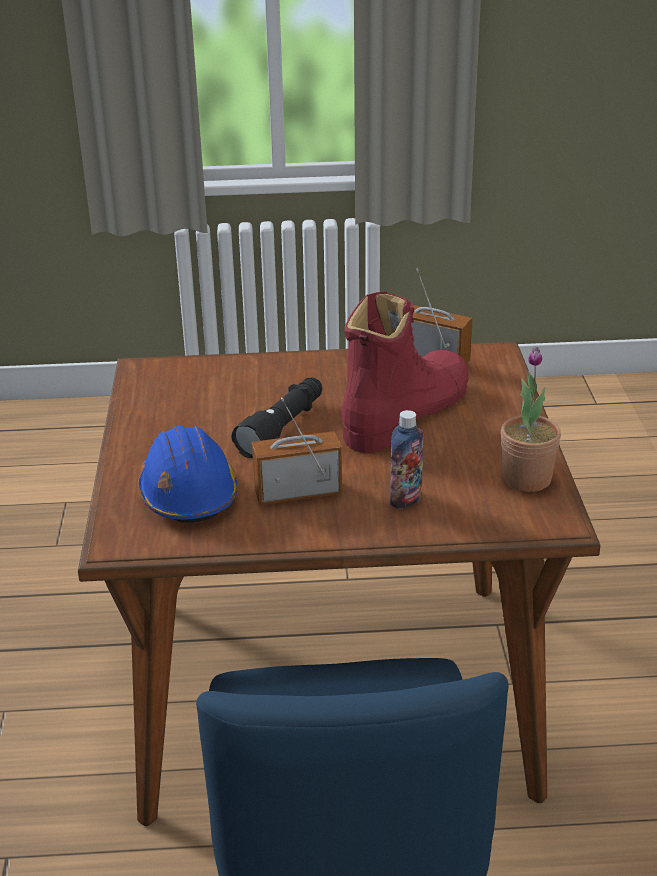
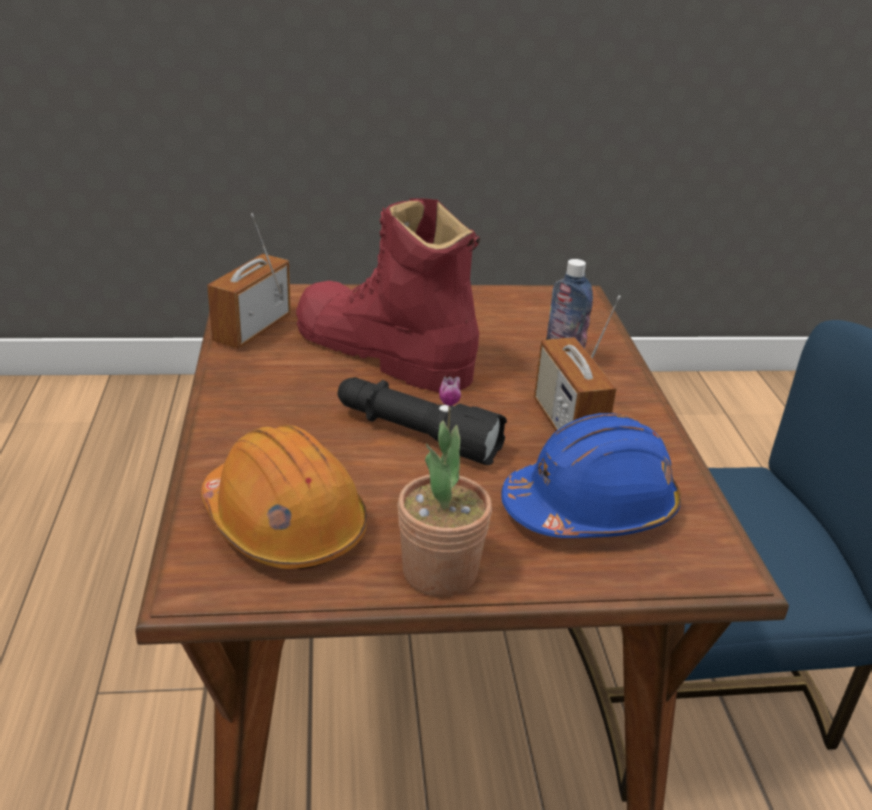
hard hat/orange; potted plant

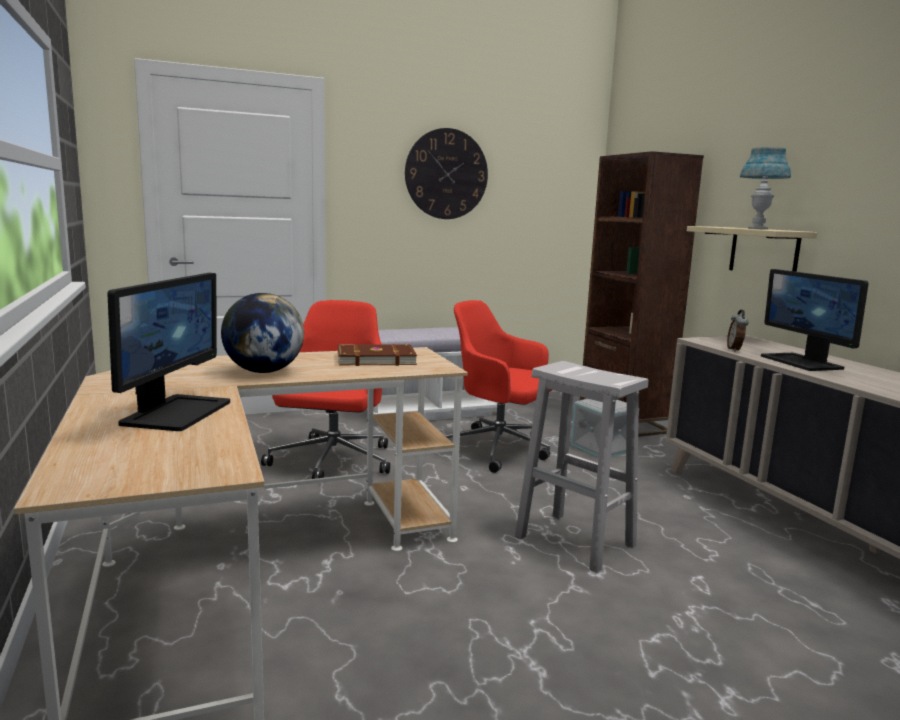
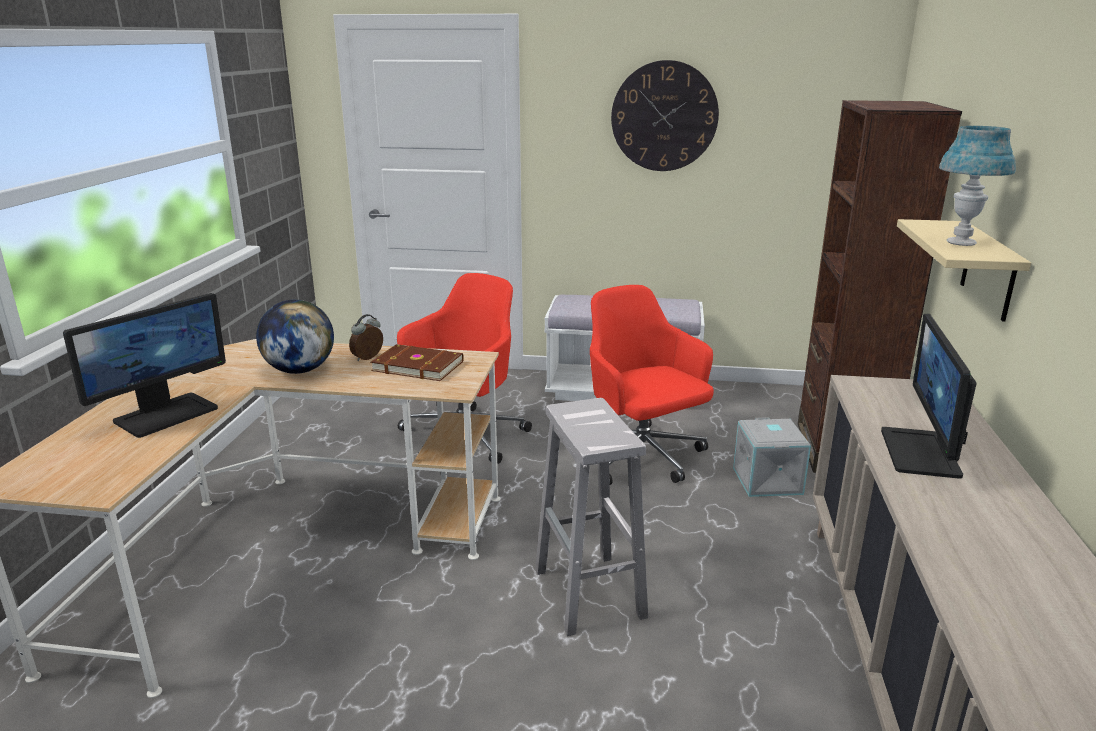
alarm clock

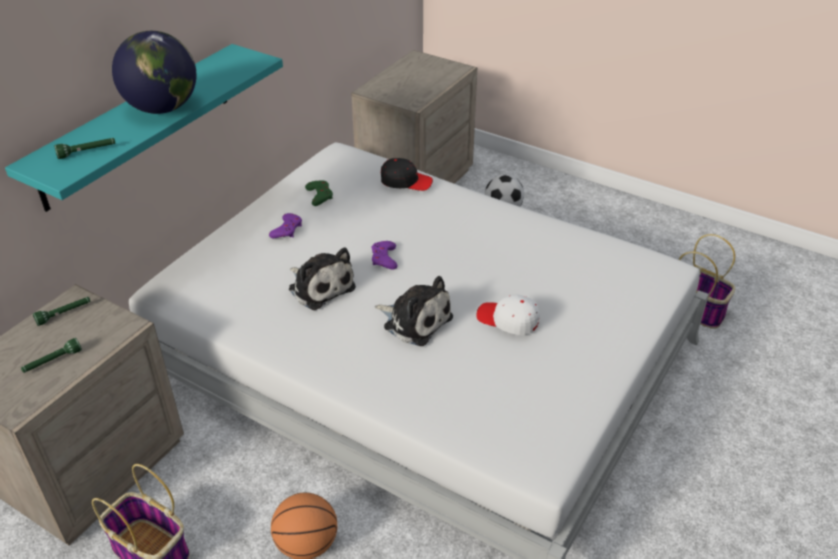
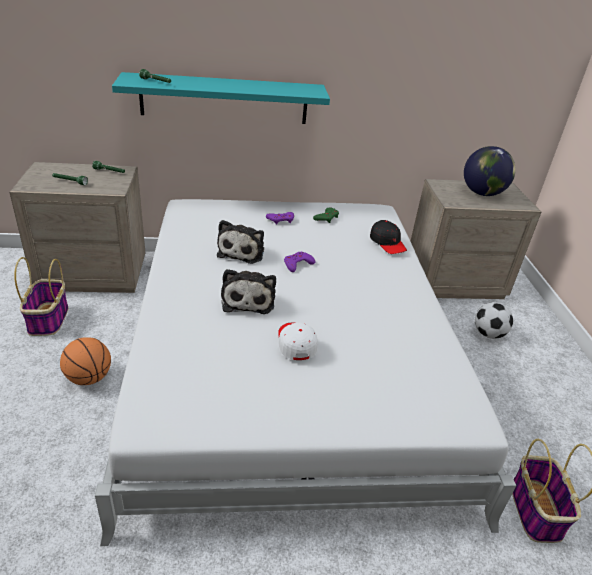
globe

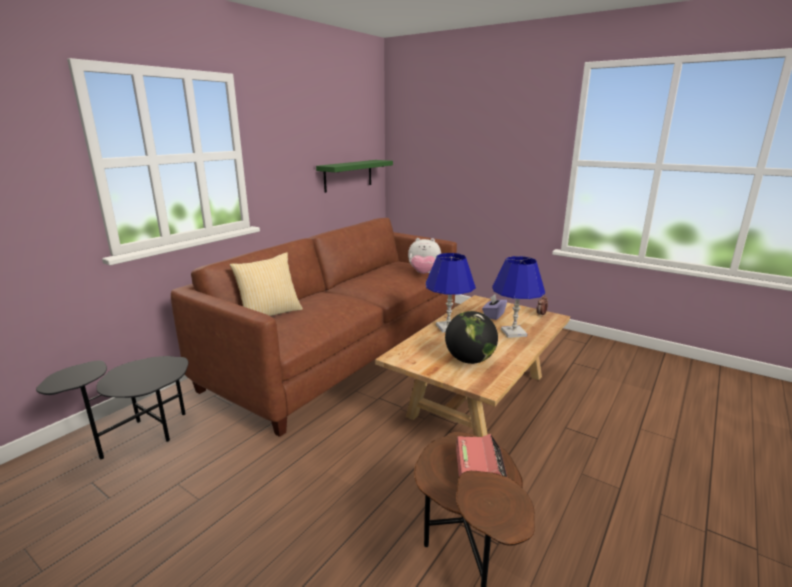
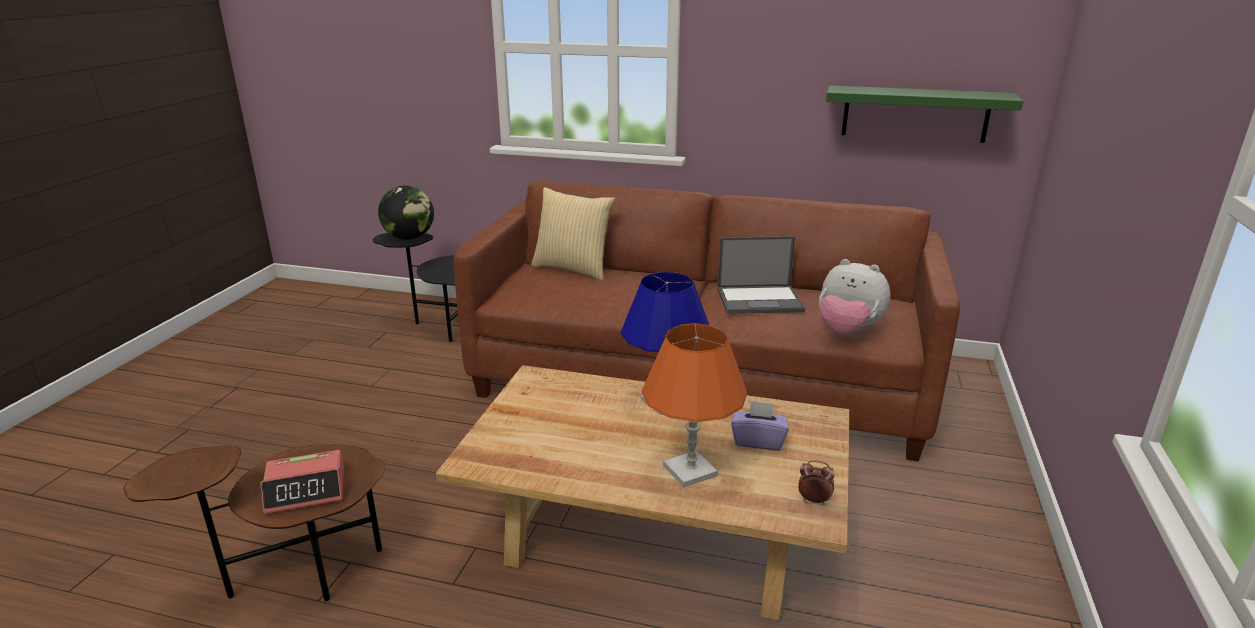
laptop; globe; table lamp/orange; plush toy

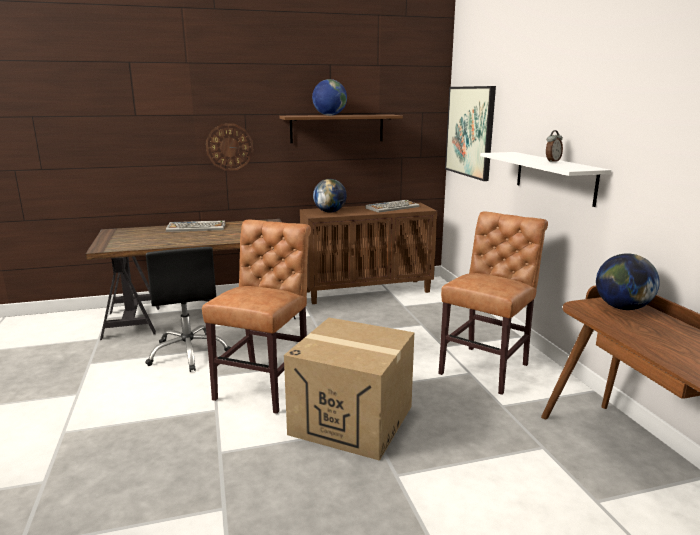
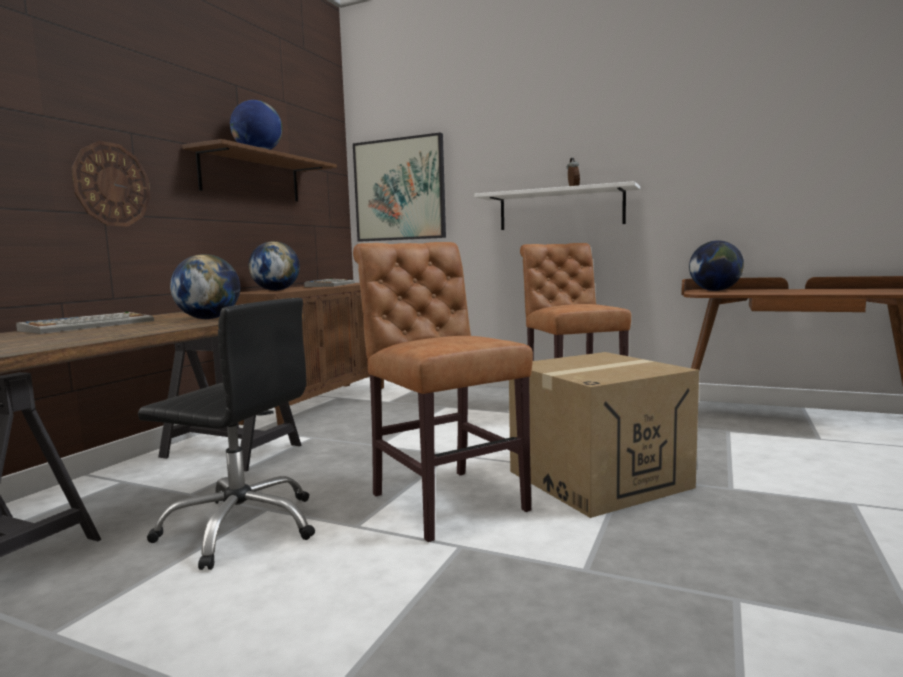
globe (1st from left)

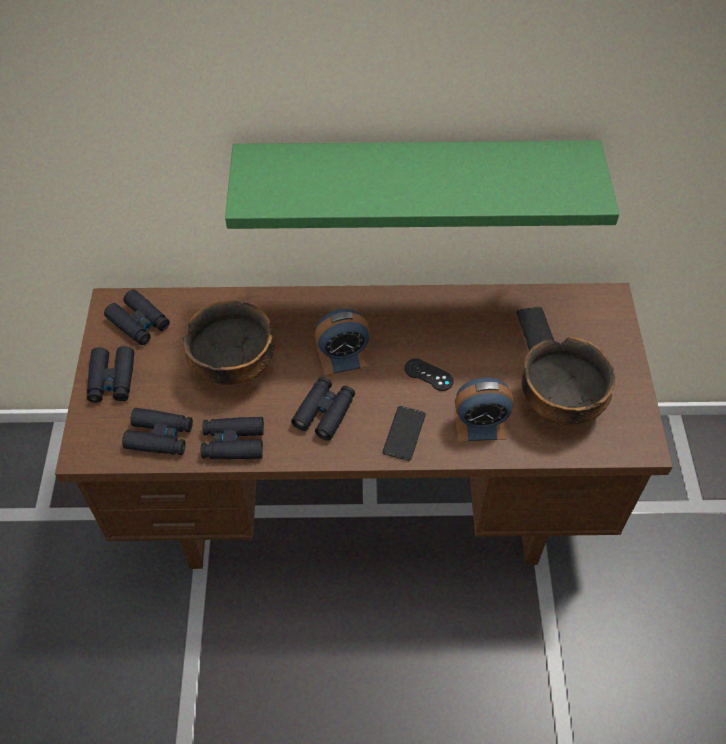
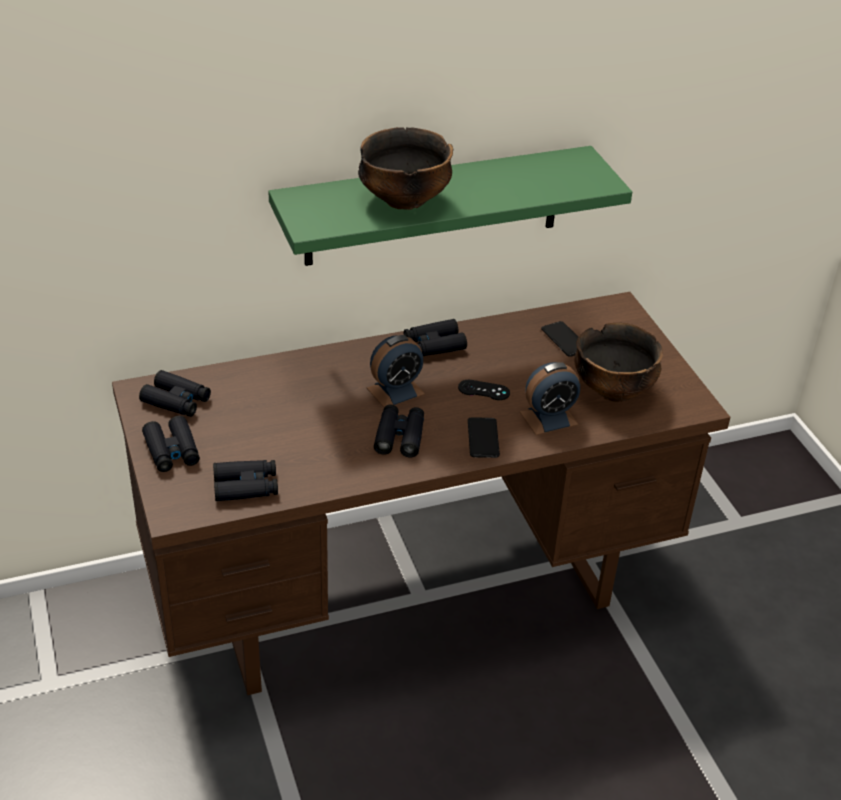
bowl (1st from left); binoculars/black (5th from left)

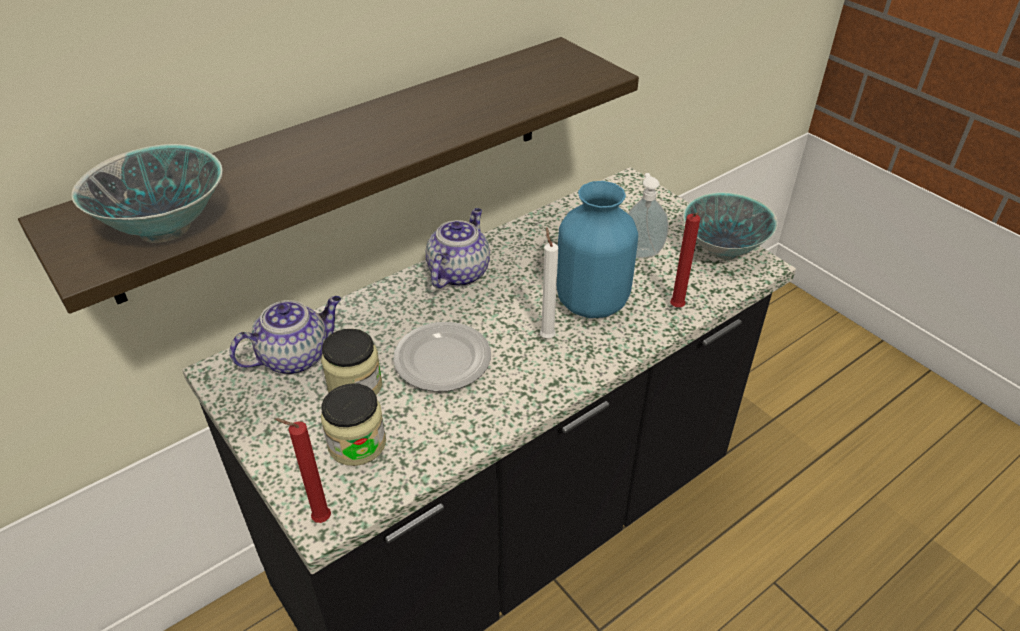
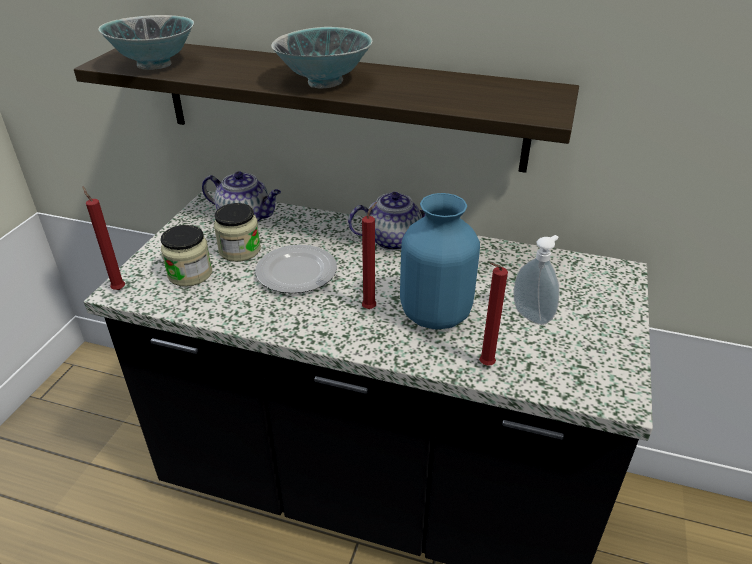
bowl (2nd from left); candle/red (2nd from left)

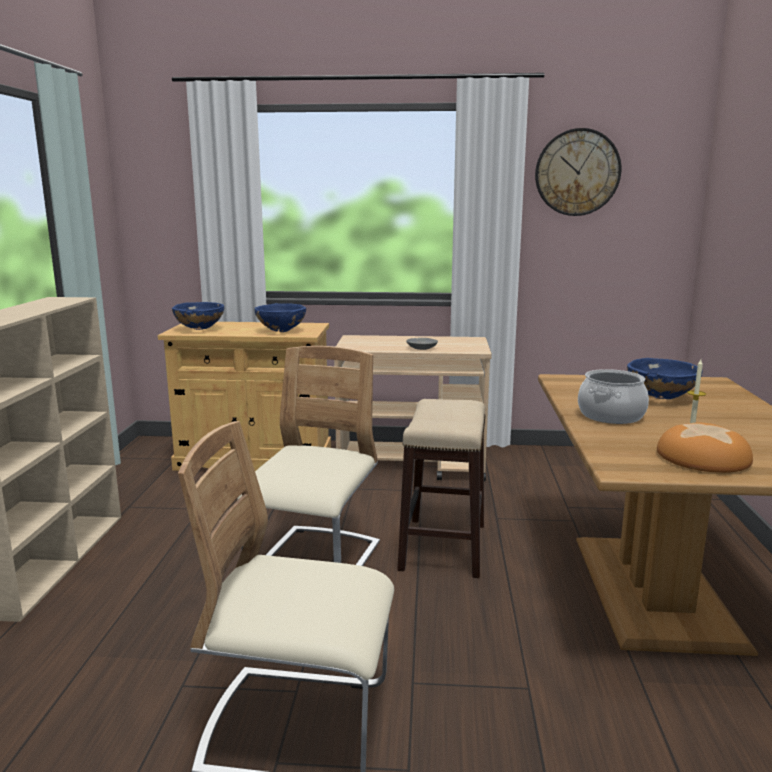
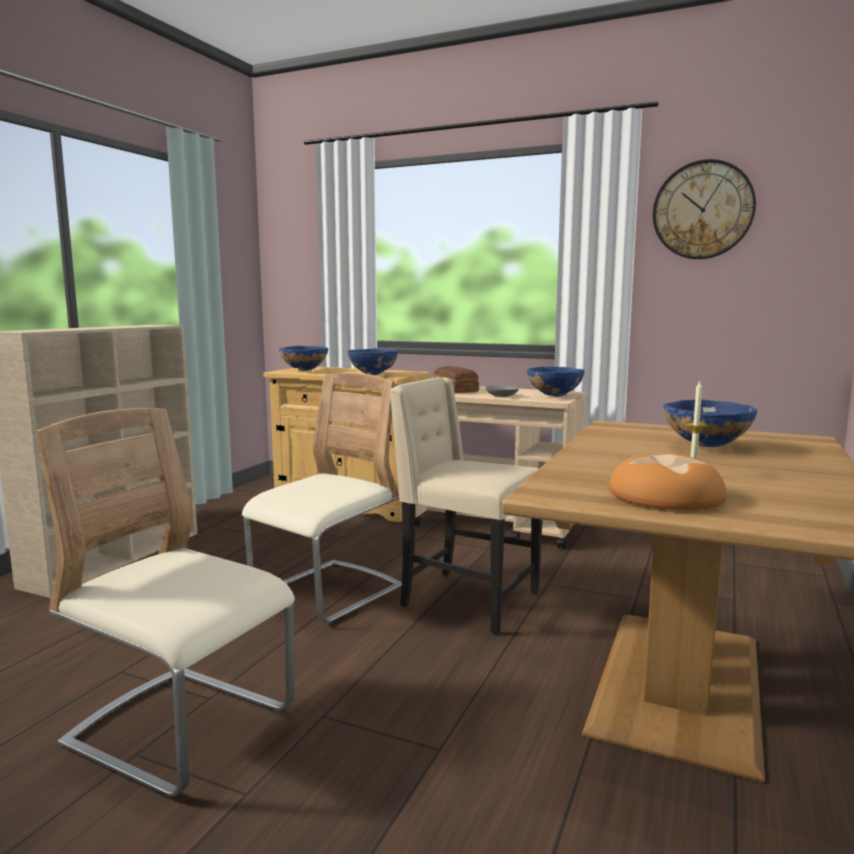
cooking pot; bread (1st from left); bowl/blue (3rd from left); chair/beige (3rd from left)

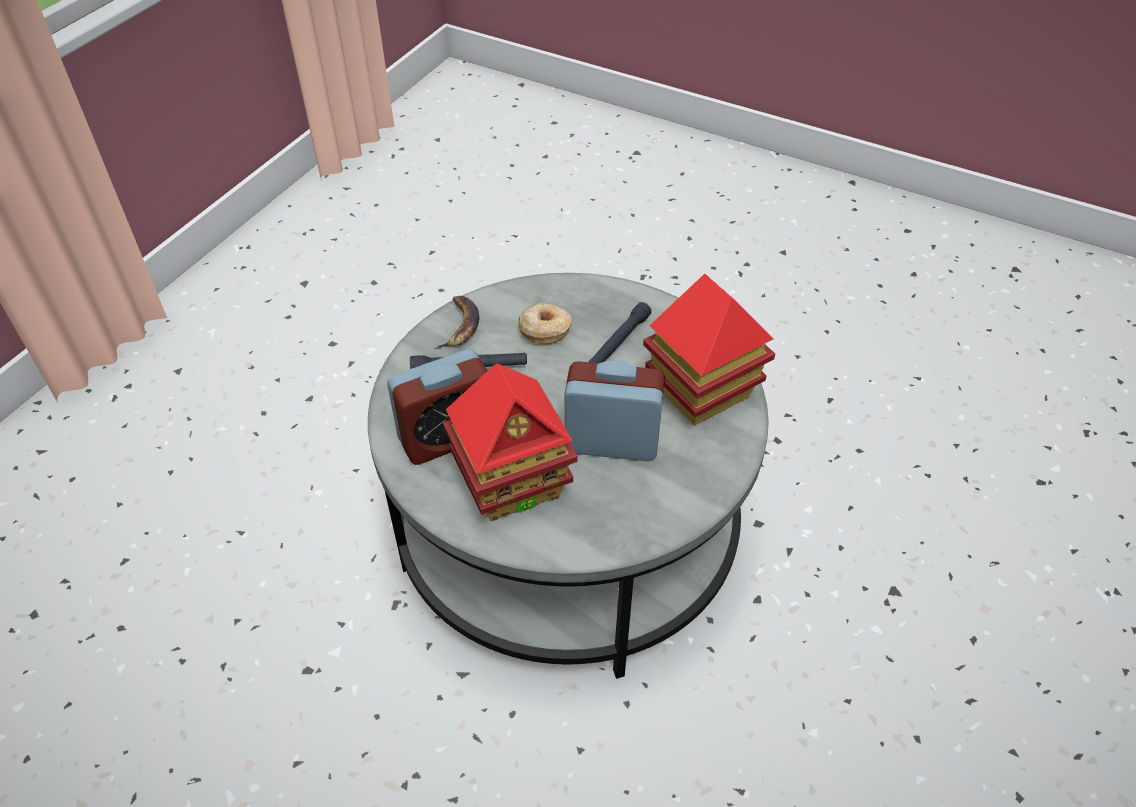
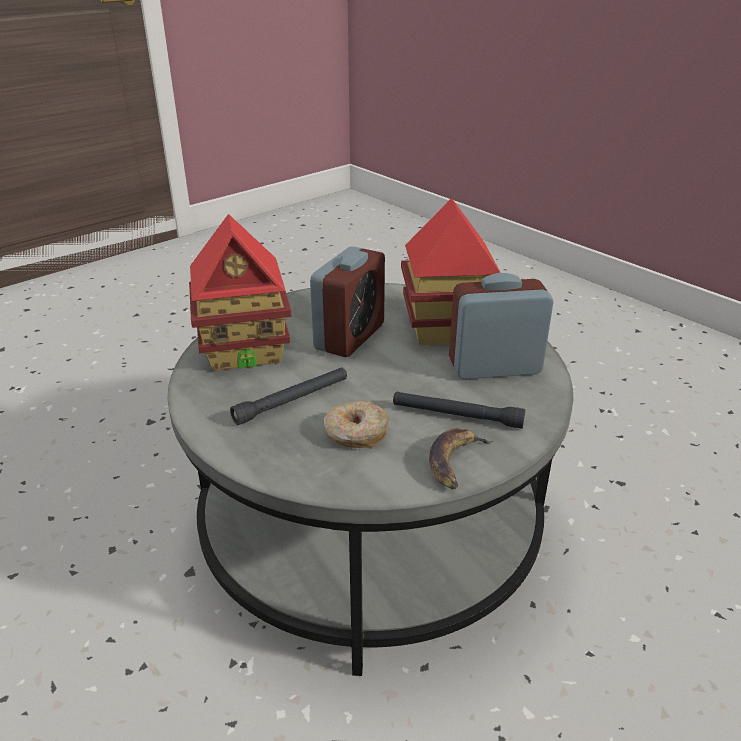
alarm clock (1st from left)

